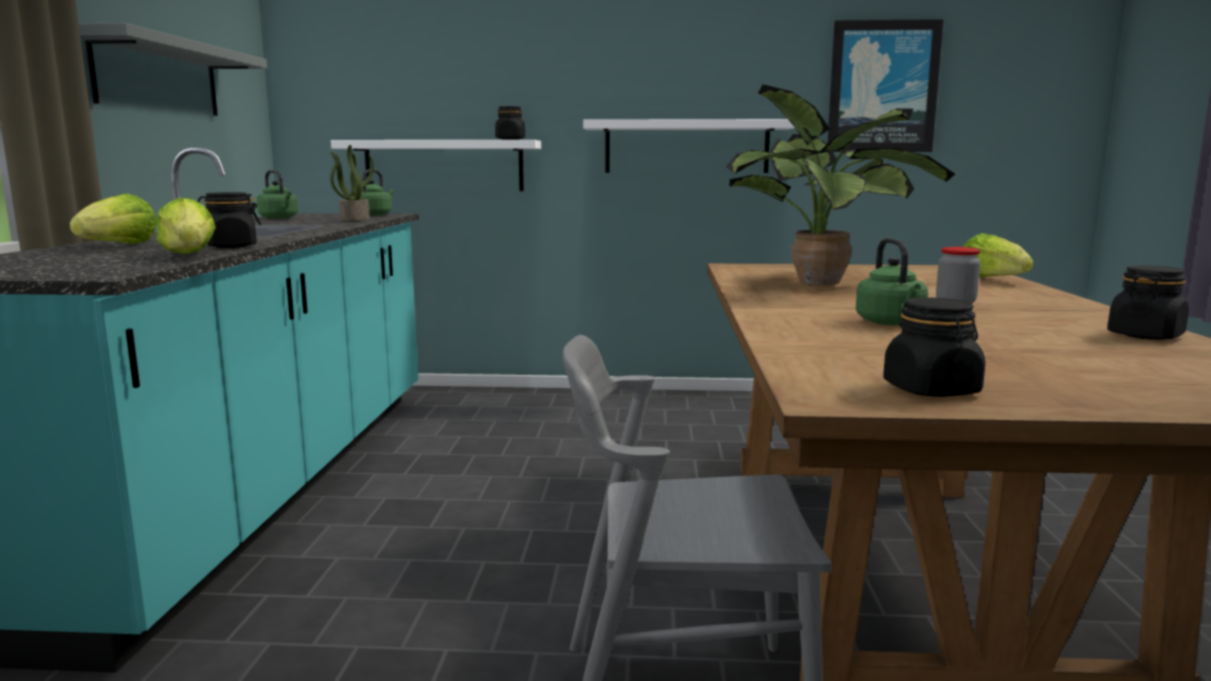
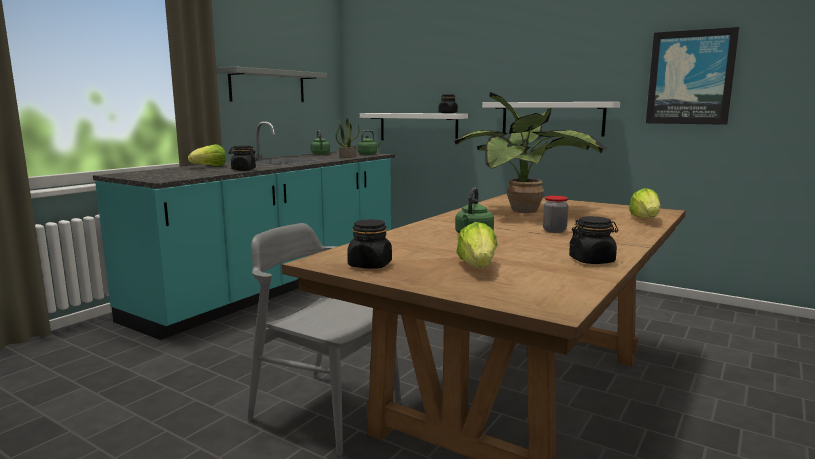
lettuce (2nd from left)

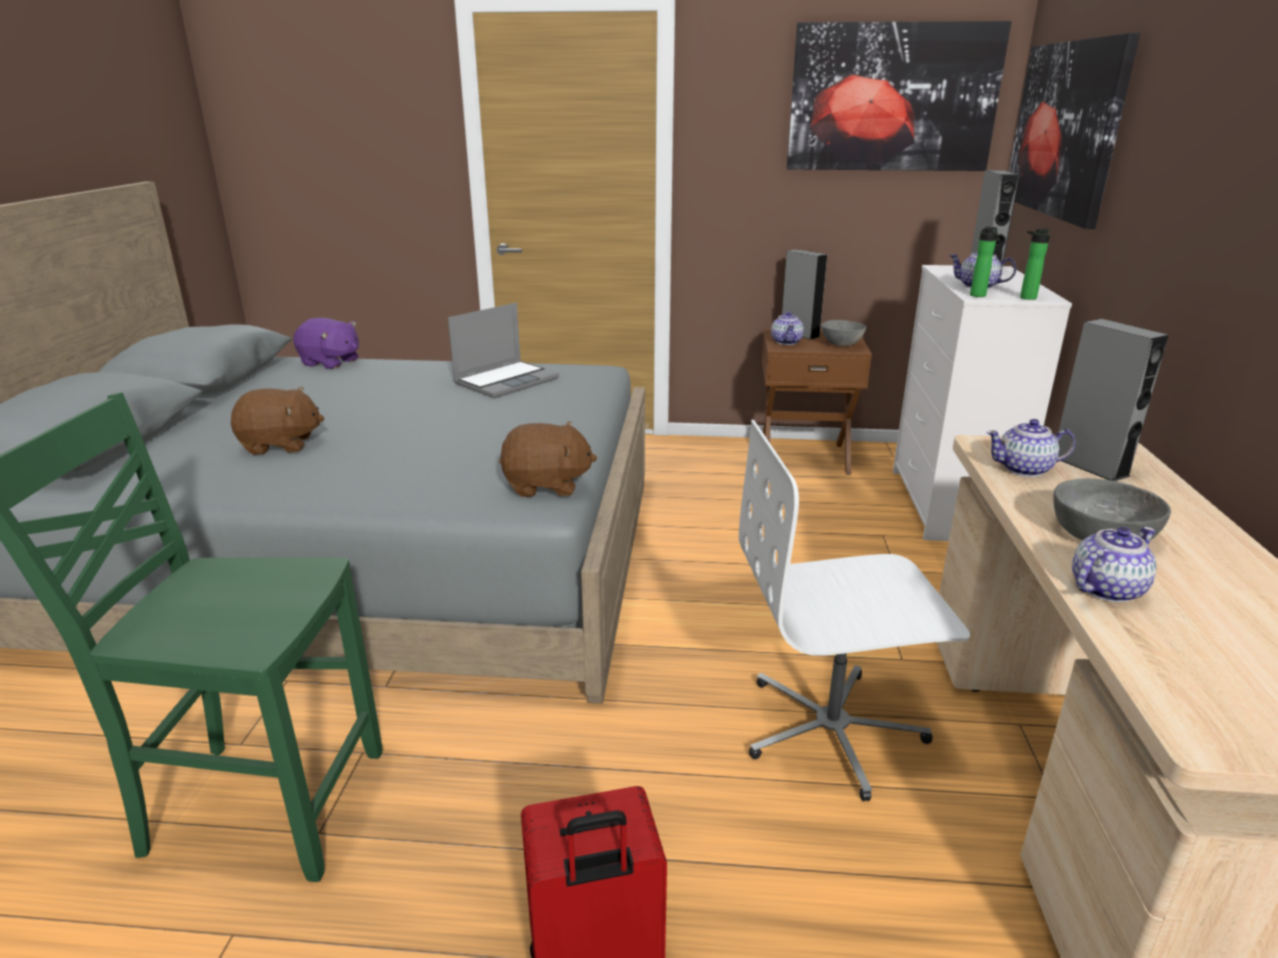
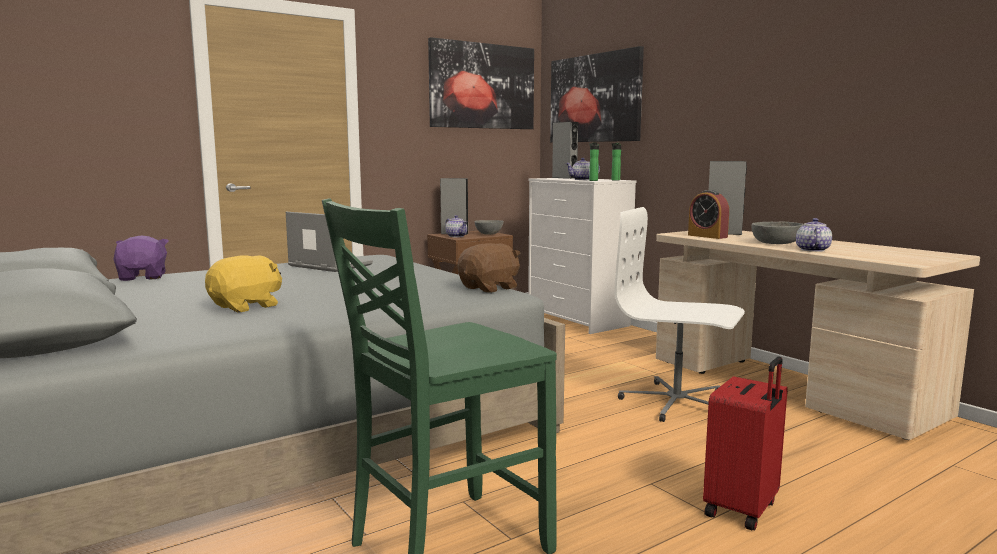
alarm clock; plush toy/yellow; plush toy/purple; laptop; office chair/white

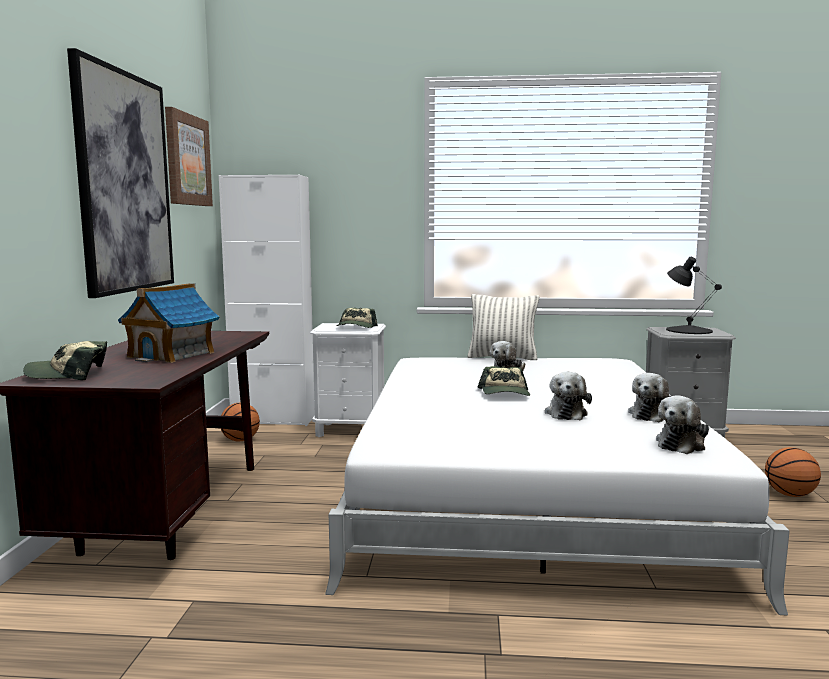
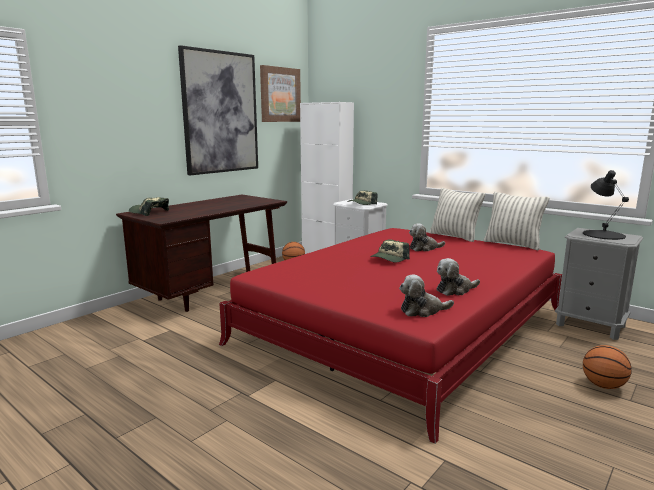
toy house; plush toy (2nd from left in the first image); pillow (2nd from left); bed/red

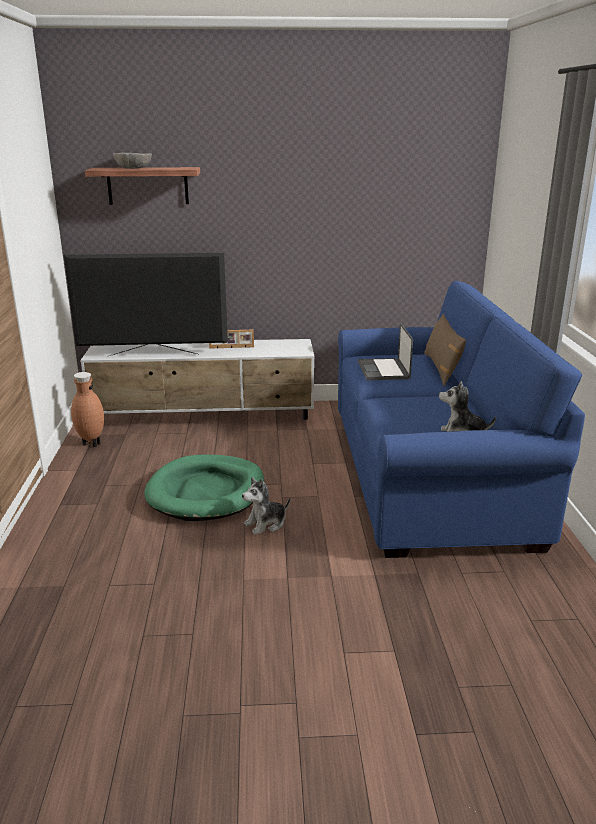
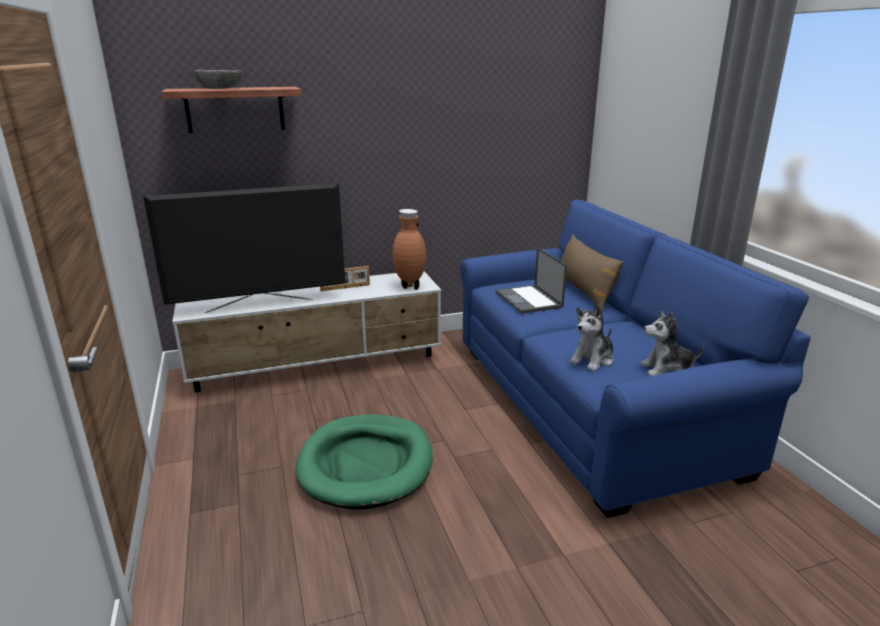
vase/brown; plush toy (1st from left)

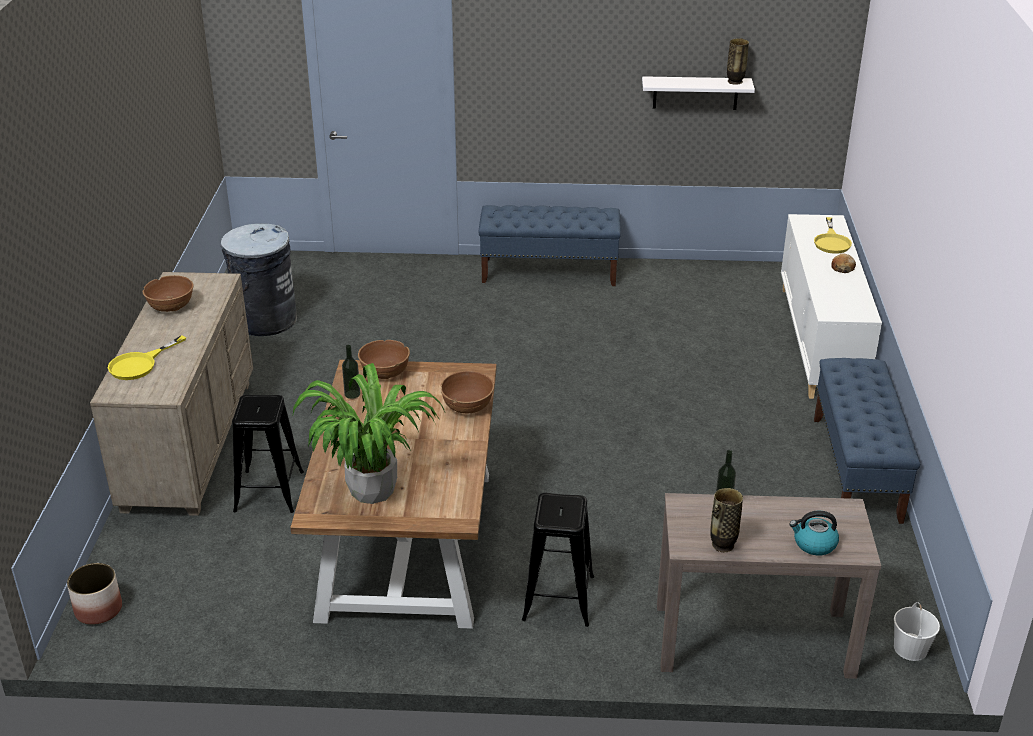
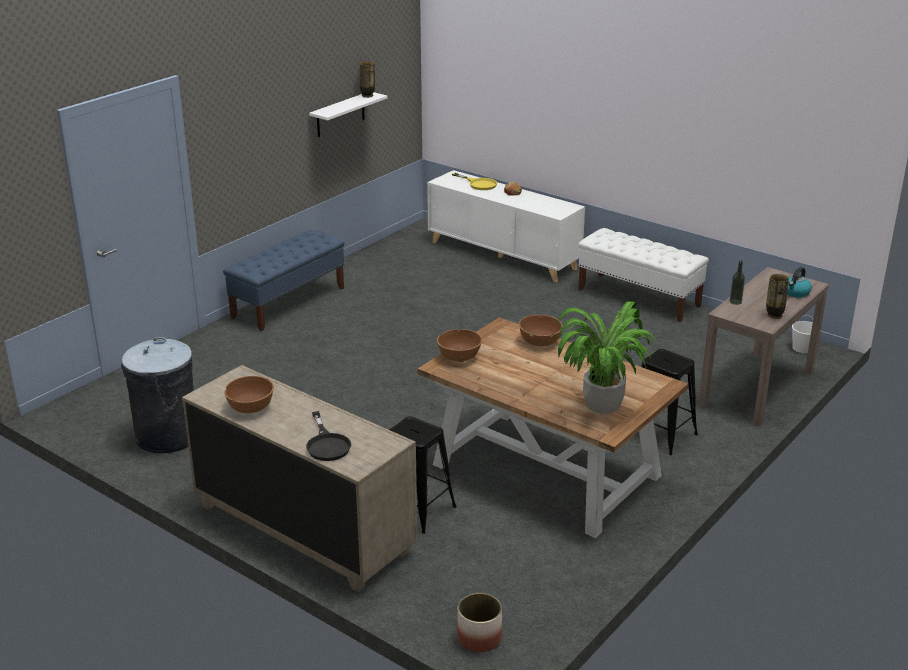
bottle (1st from left in the first image); frying pan/black; bench/white

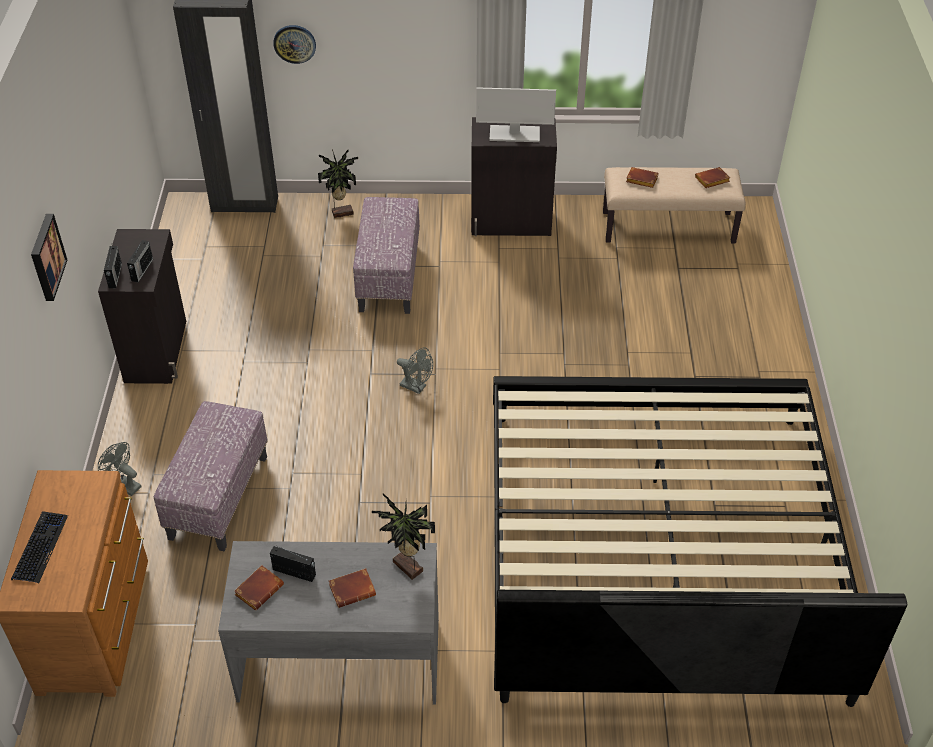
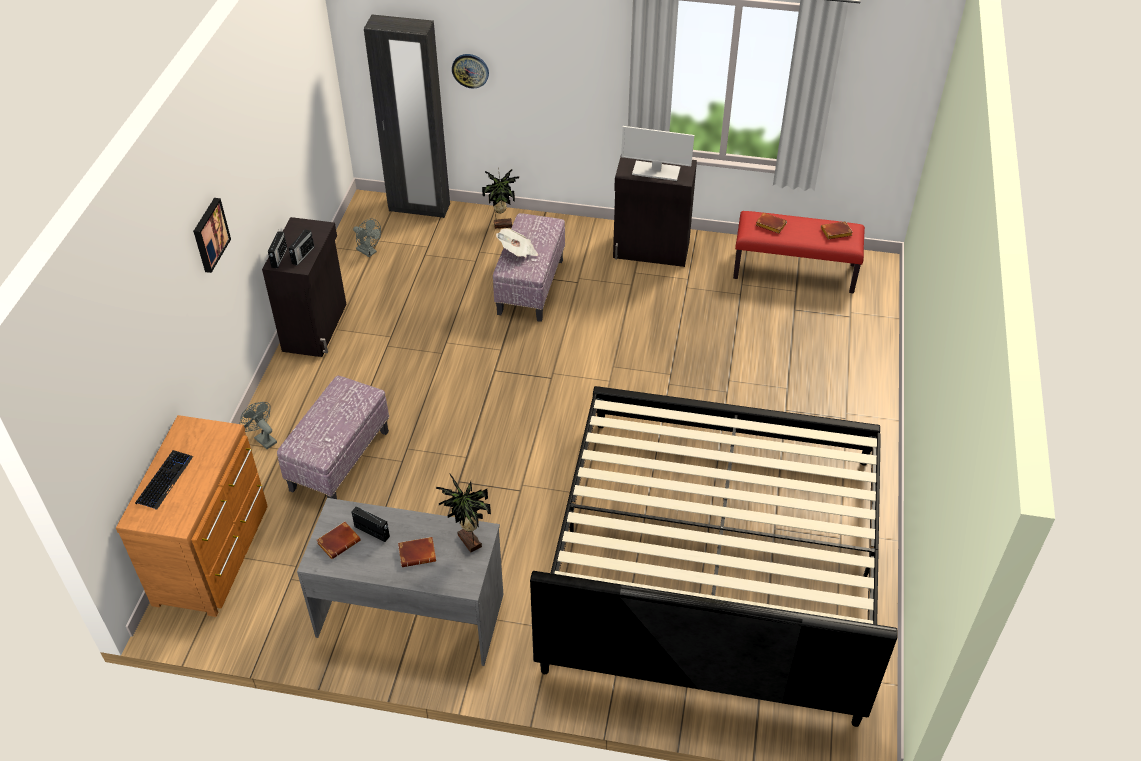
newspaper; fan/grey (2nd from left); bench/red

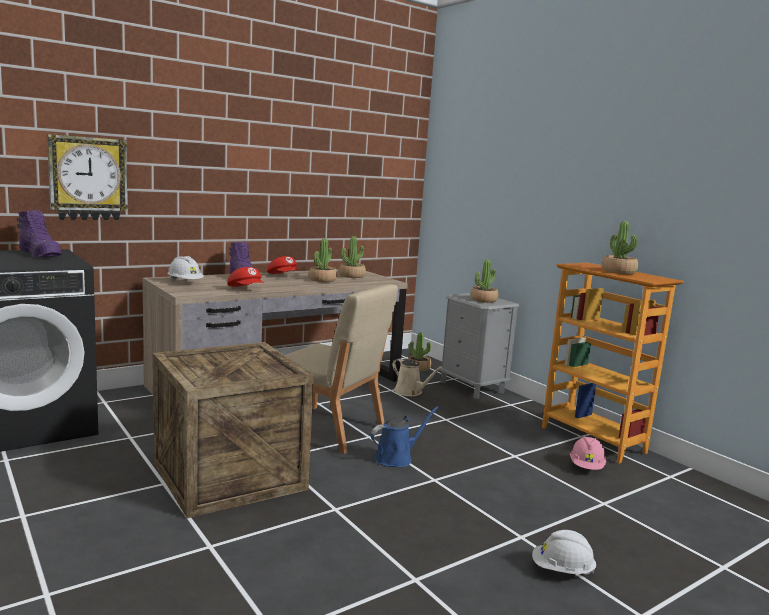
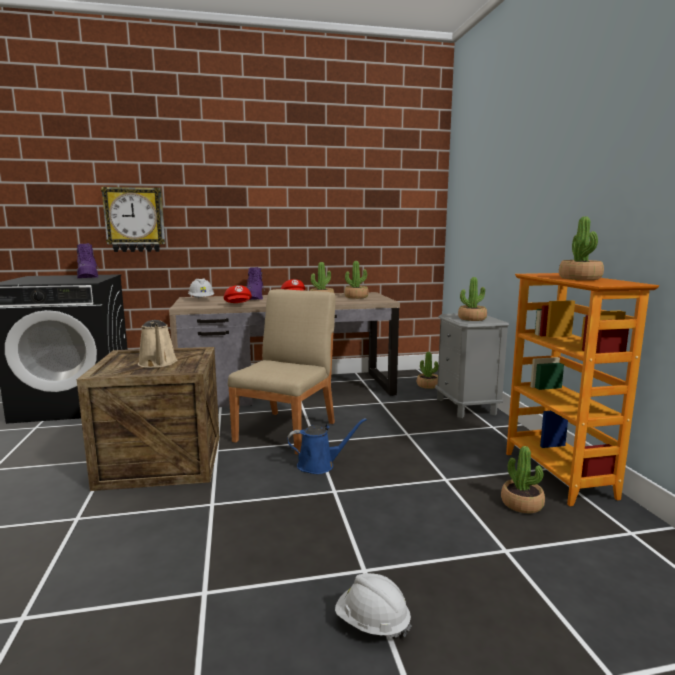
watering can/beige; potted plant (5th from left); chair/beige

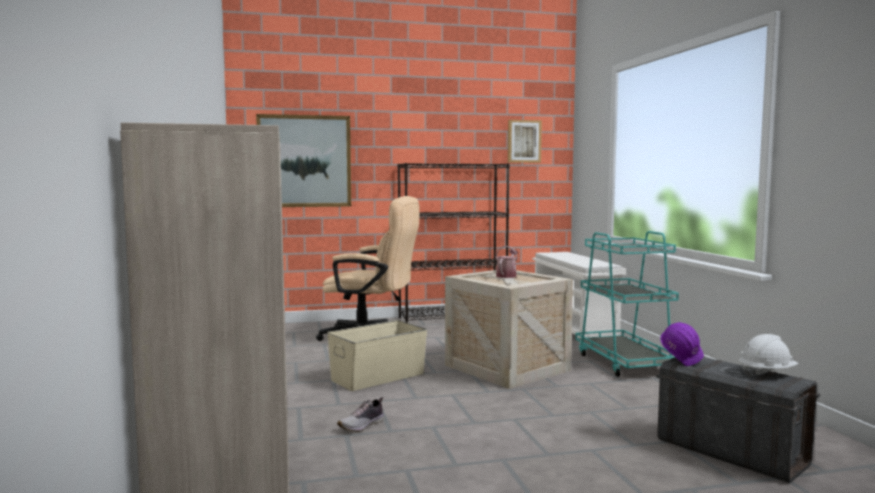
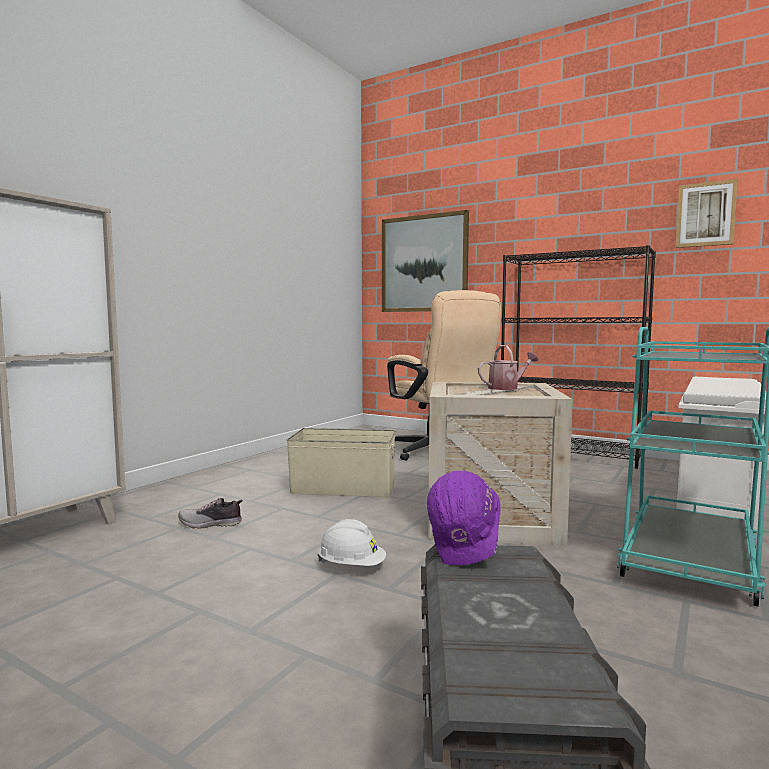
hard hat/white

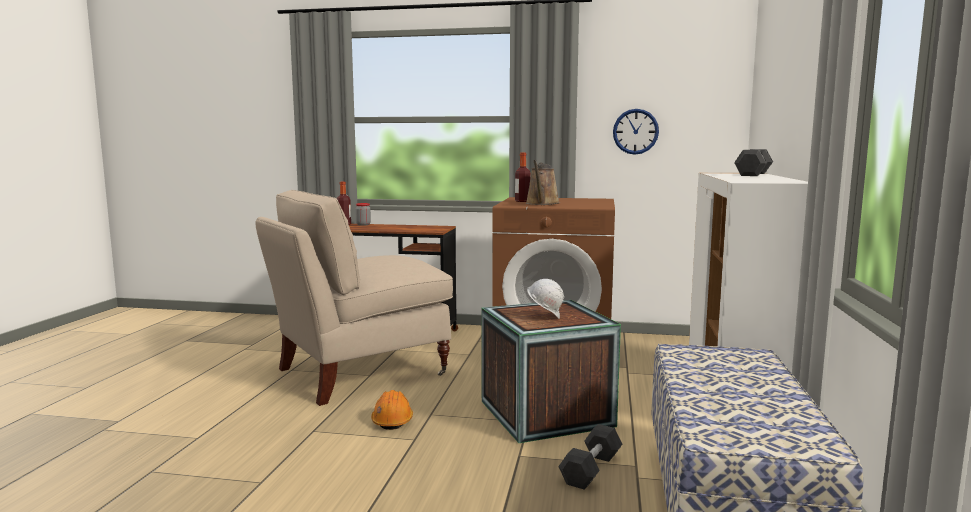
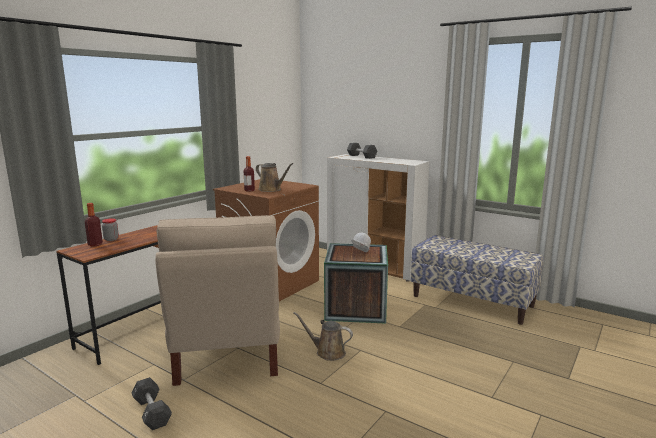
wall clock; dumbbell/black (1st from left); watering can/brown (2nd from left)

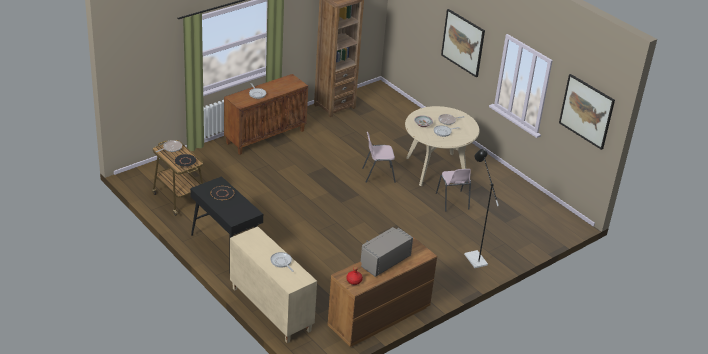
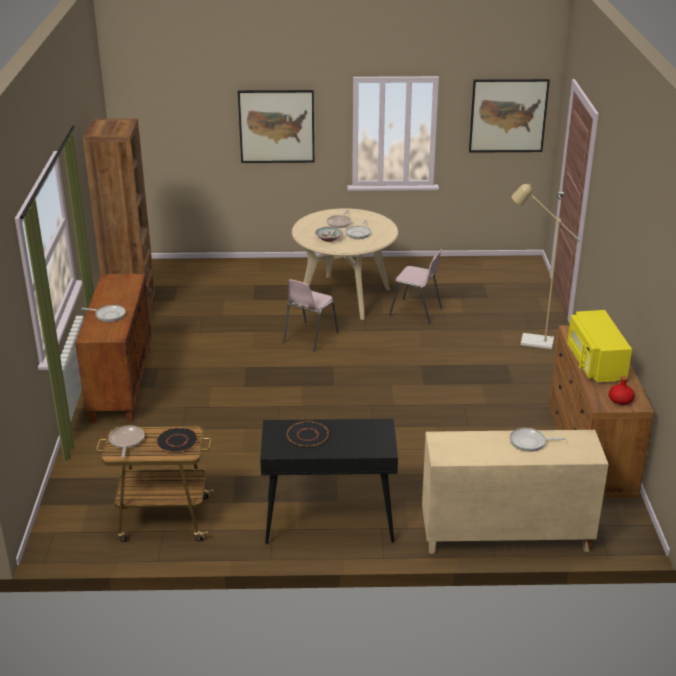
microwave/yellow; floor lamp/beige

